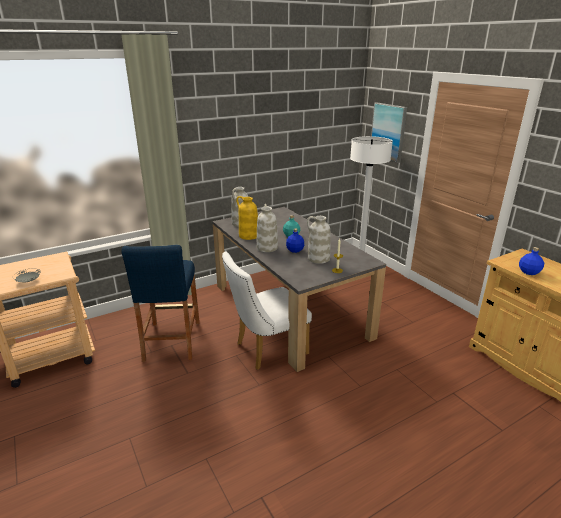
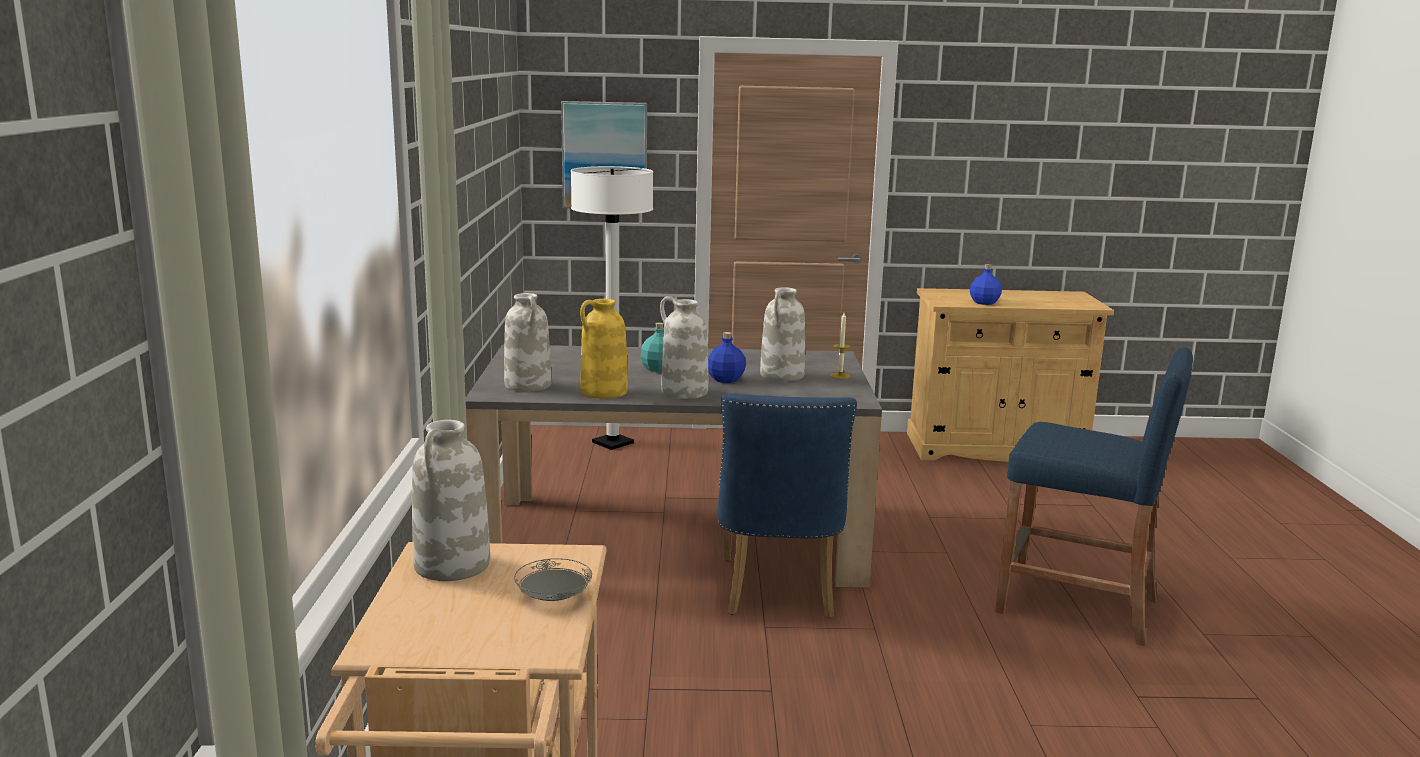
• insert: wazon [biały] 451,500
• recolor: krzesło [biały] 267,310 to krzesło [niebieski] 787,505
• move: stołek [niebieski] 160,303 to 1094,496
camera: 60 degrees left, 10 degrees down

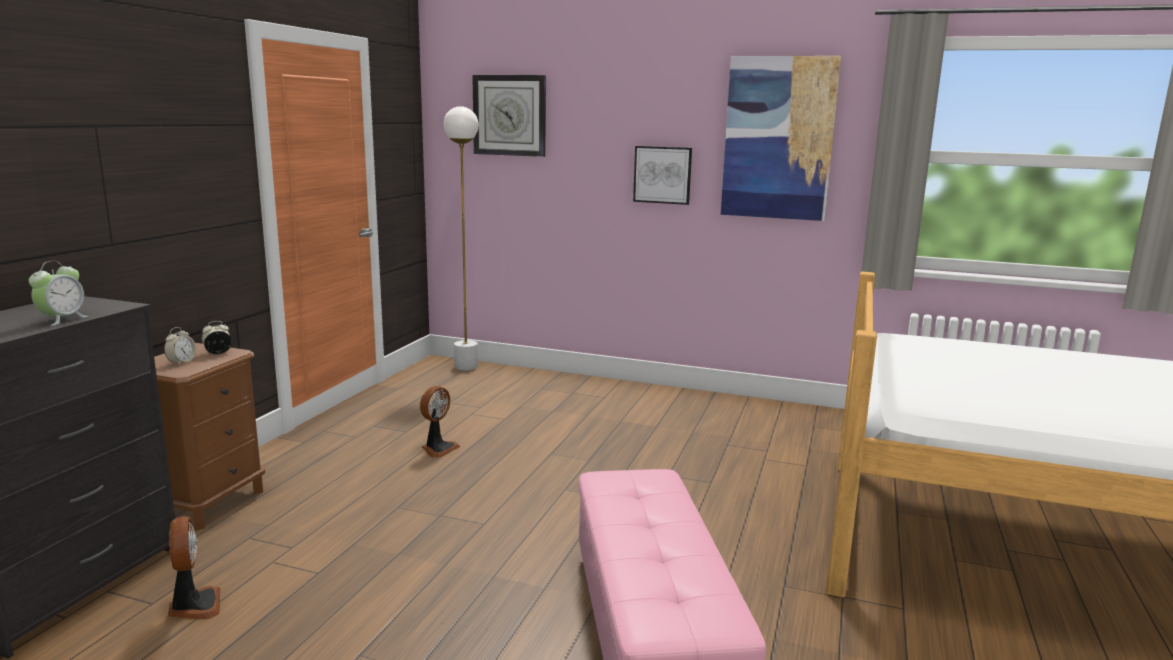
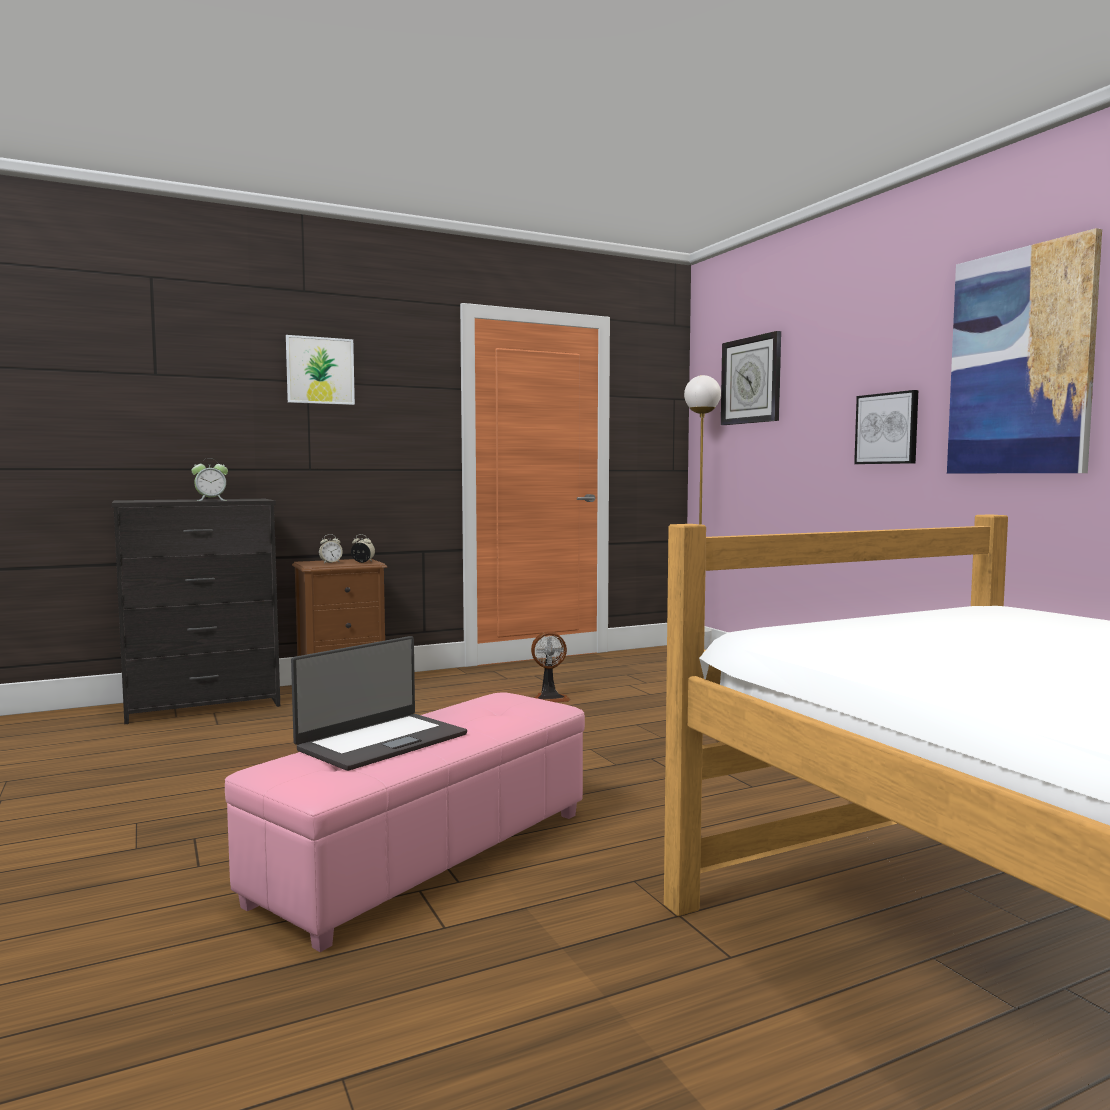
• insert: obraz 320,370
• insert: laptop 379,703
• delete: wentylator 194,568
camera: 45 degrees right, 10 degrees down

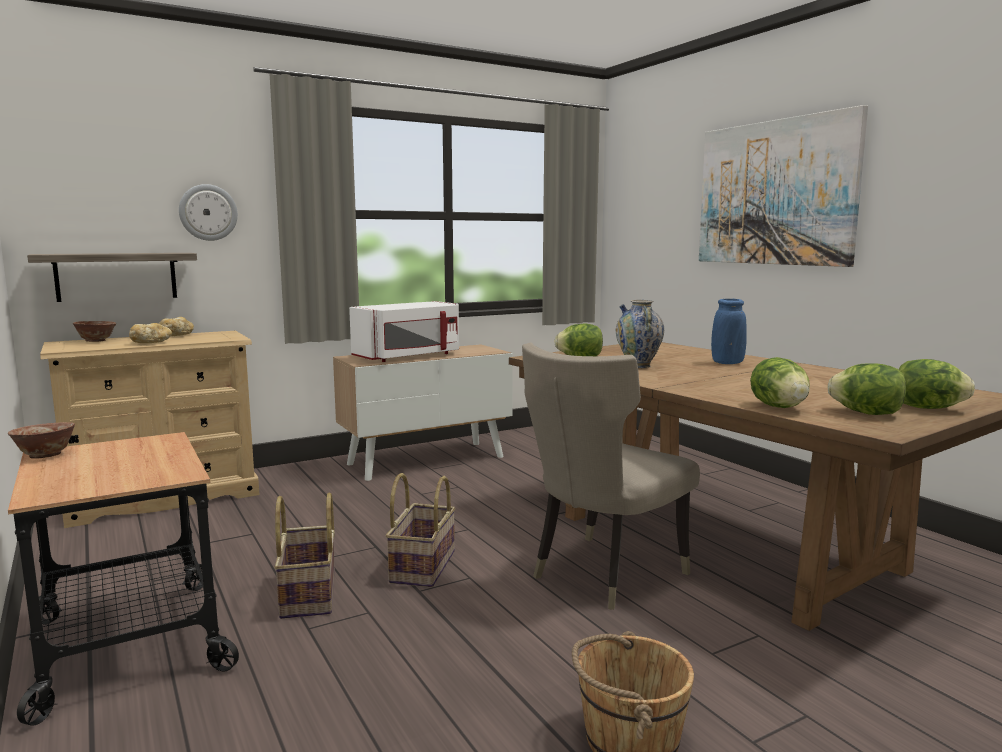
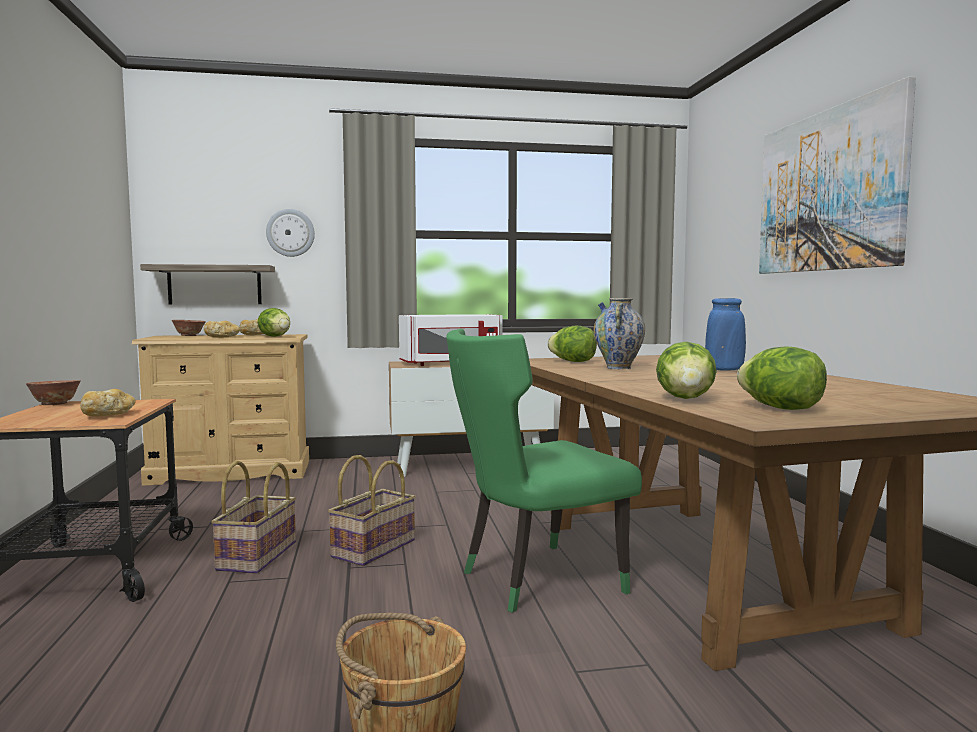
• insert: chleb 108,403
• move: sałata 937,384 to 274,322
• recolor: krzesło [beżowy] 611,476 to krzesło [zielony] 544,471
camera: 20 degrees right, 5 degrees down

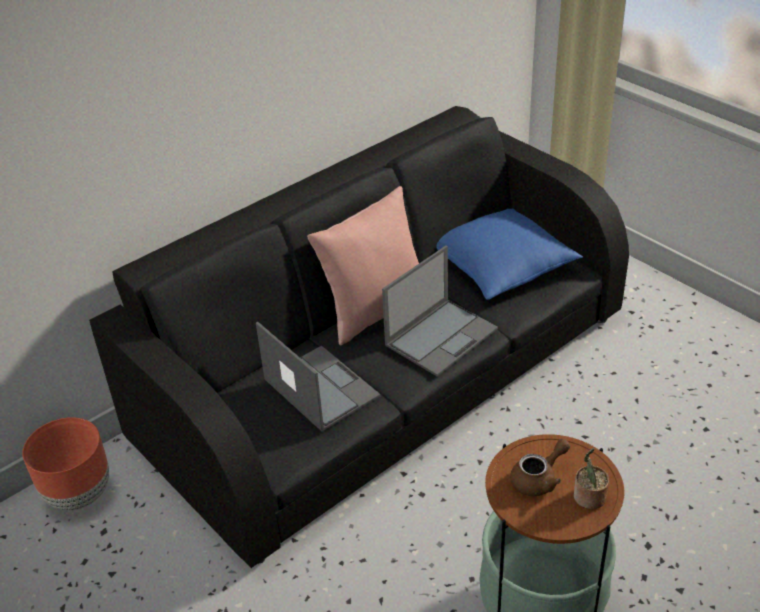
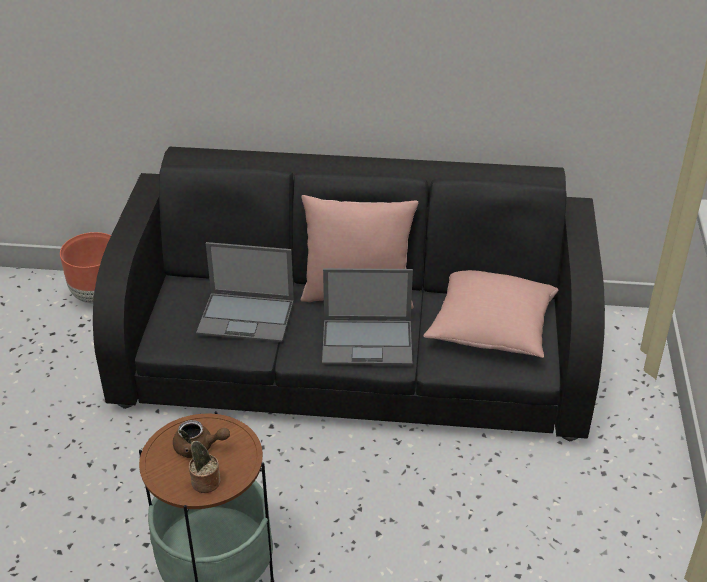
• rotate: laptop 318,377 = 245,292 90 degrees clockwise
• recolor: poduszka [niebieski] 509,254 to poduszka [różowy] 490,314
camera: 45 degrees right, 0 degrees up

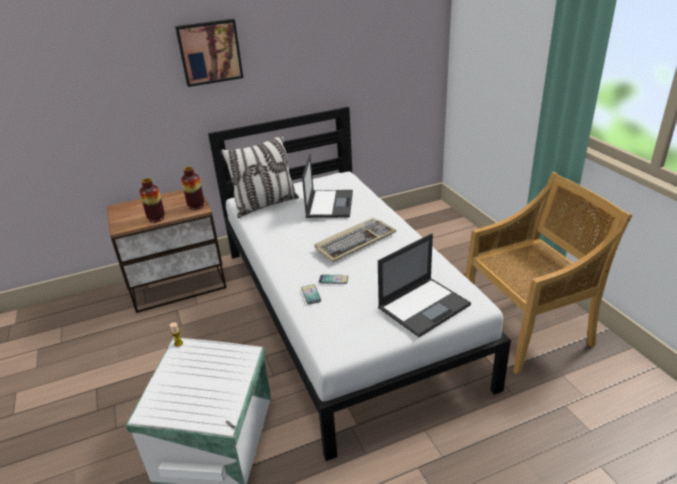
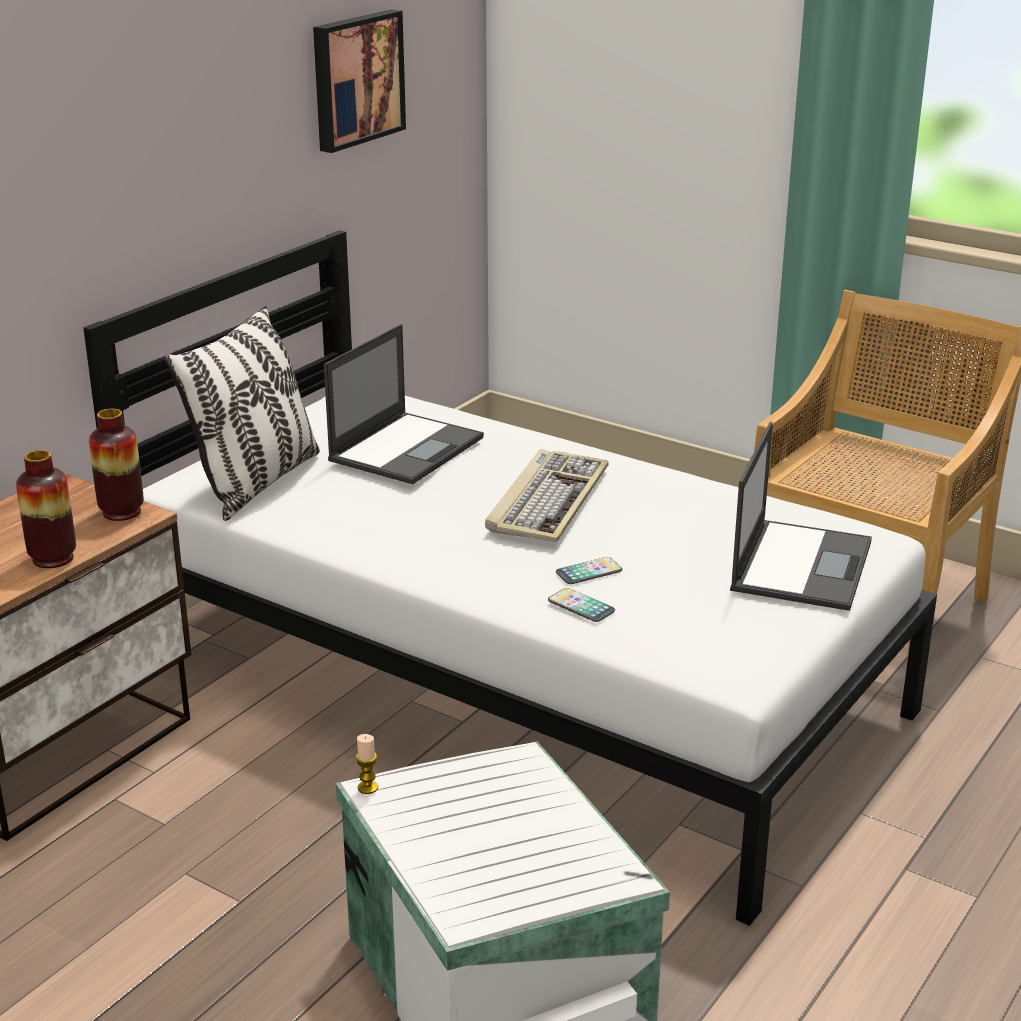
• move: obraz 209,53 to 359,81
• rotate: laptop 327,186 = 404,404 60 degrees clockwise
camera: 35 degrees left, 5 degrees down

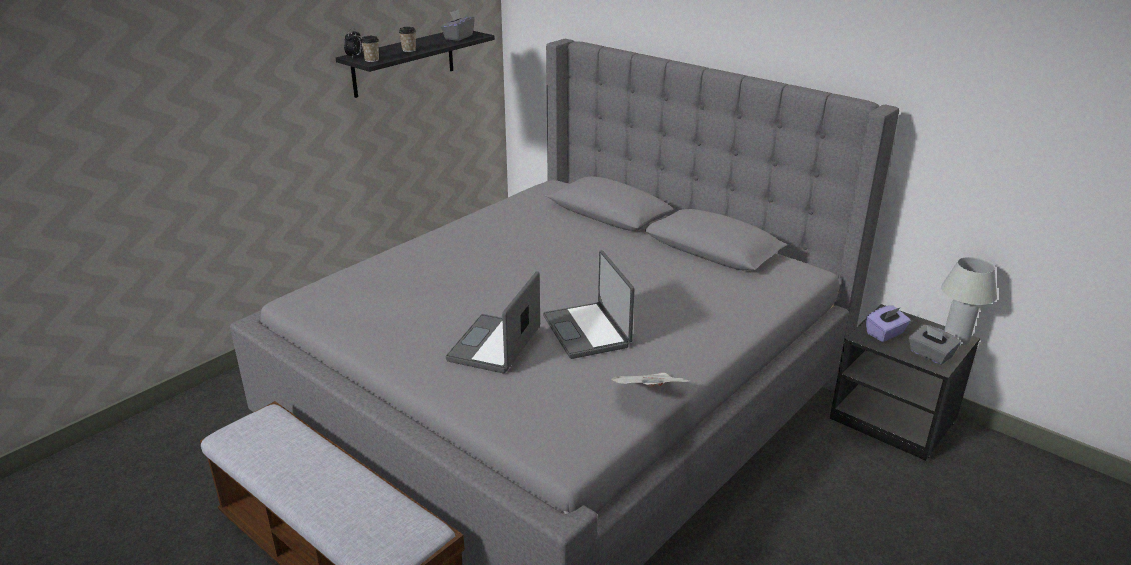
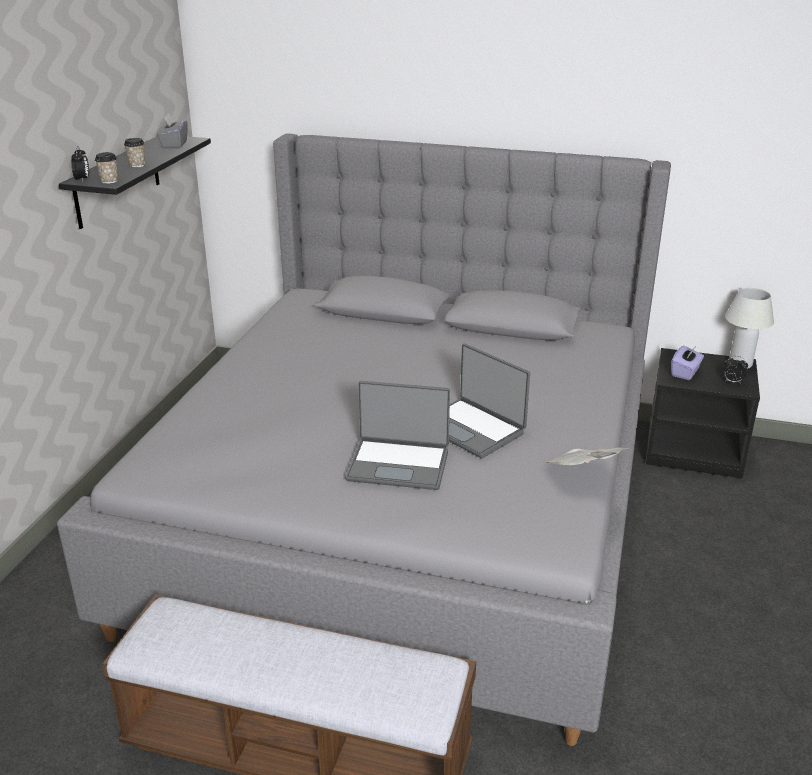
• rotate: laptop 493,322 = 397,435 75 degrees counterclockwise
• replace: pudełko chusteczek [szary] 935,344 to budzik 736,370
camera: 25 degrees left, 0 degrees up

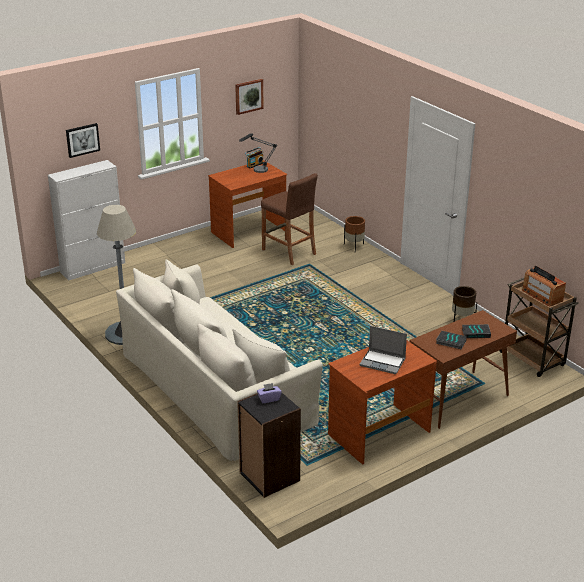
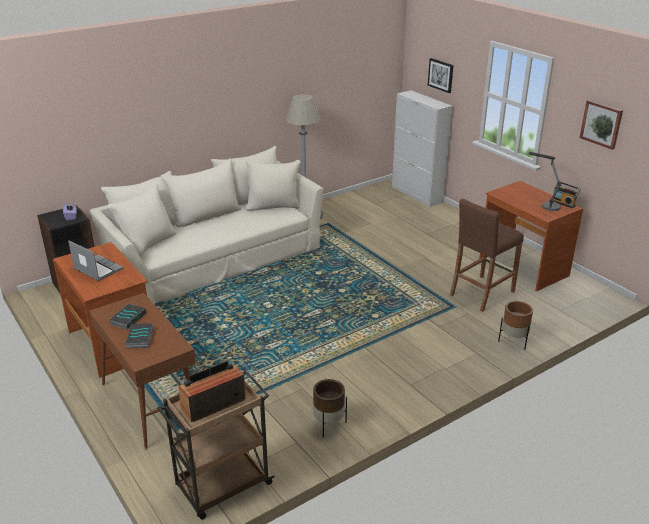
• rotate: laptop 383,350 = 95,260 105 degrees clockwise
camera: 90 degrees right, 0 degrees up

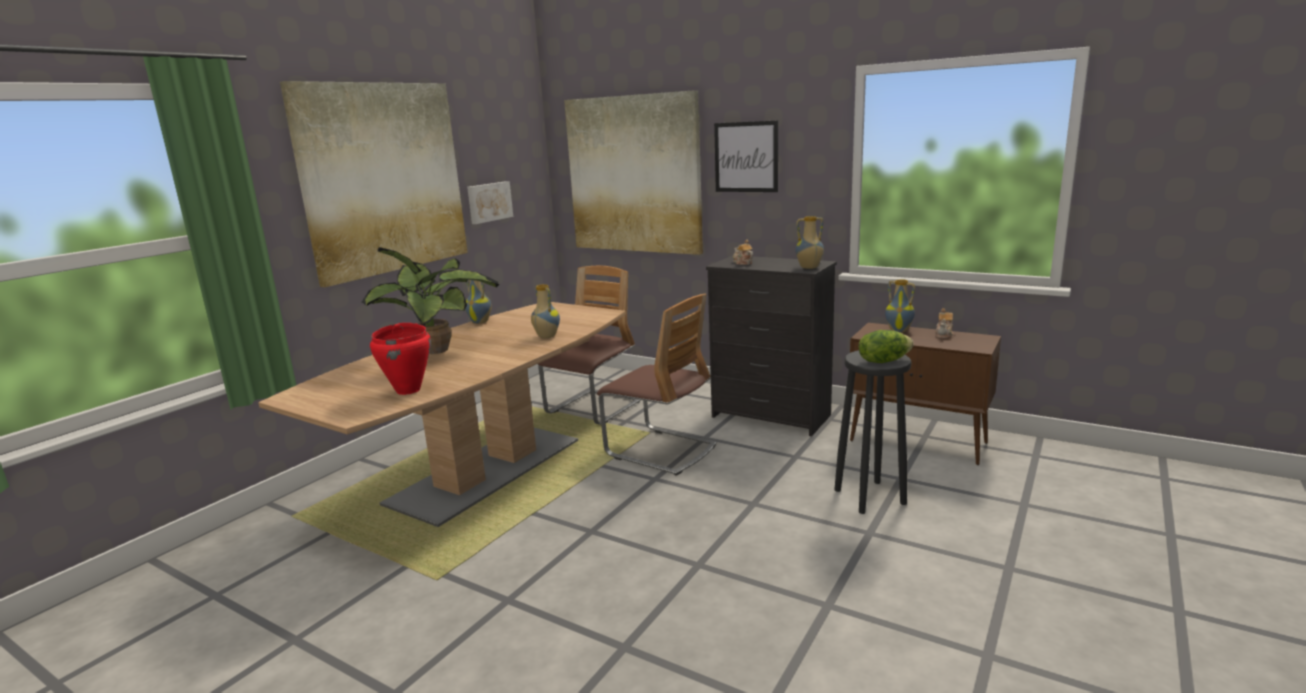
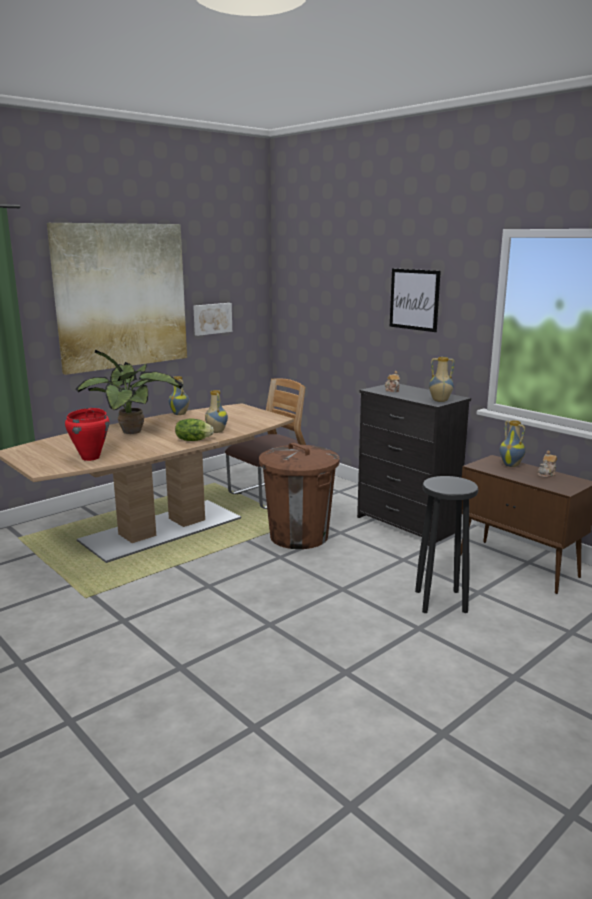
• move: sałata 886,346 to 194,429
• replace: krzesło 657,385 to kosz na śmieci [brązowy] 299,496
• delete: obraz 633,172
camera: 15 degrees right, 0 degrees up

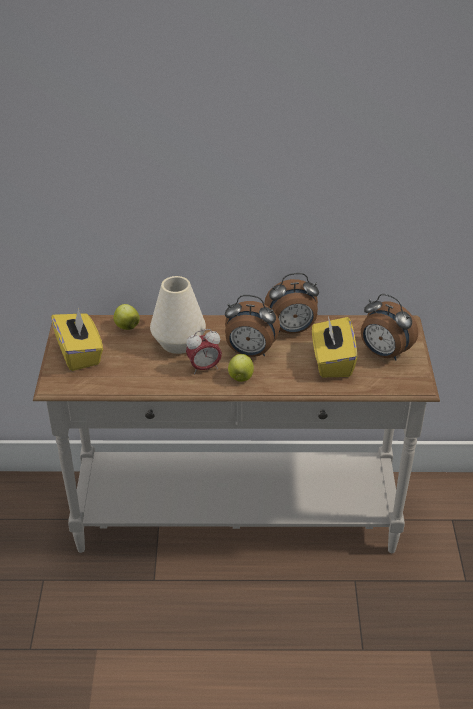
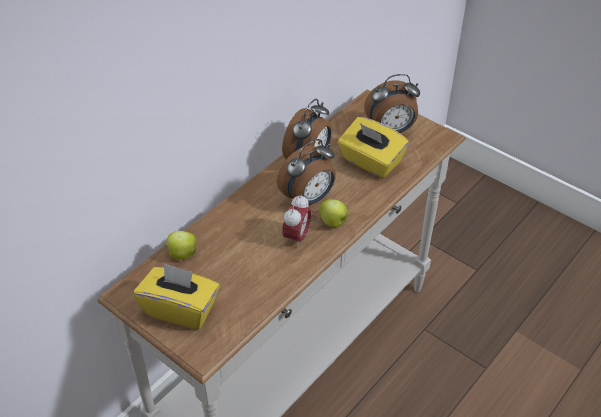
• delete: wazon [biały] 178,315
camera: 50 degrees left, 5 degrees up

